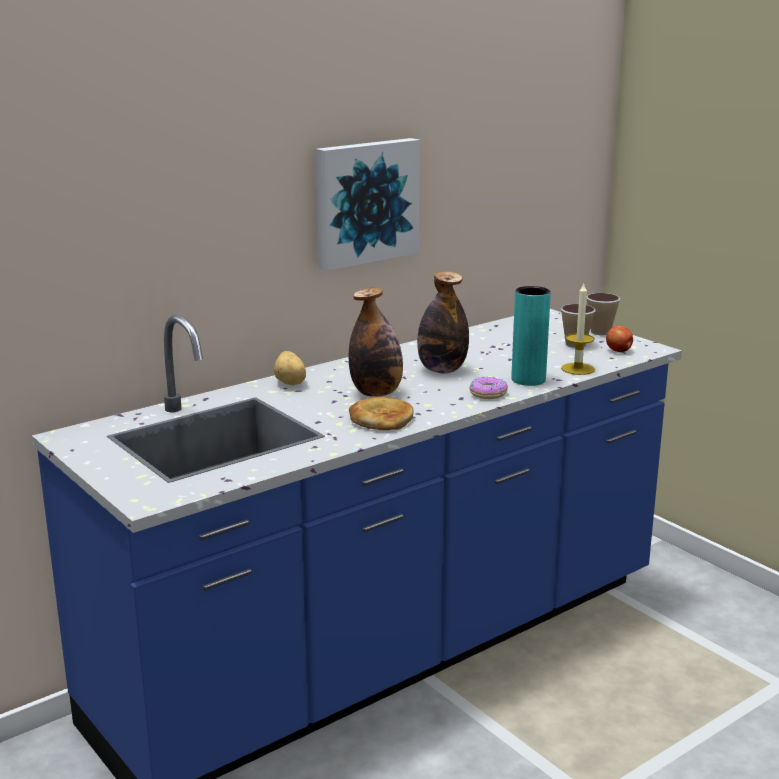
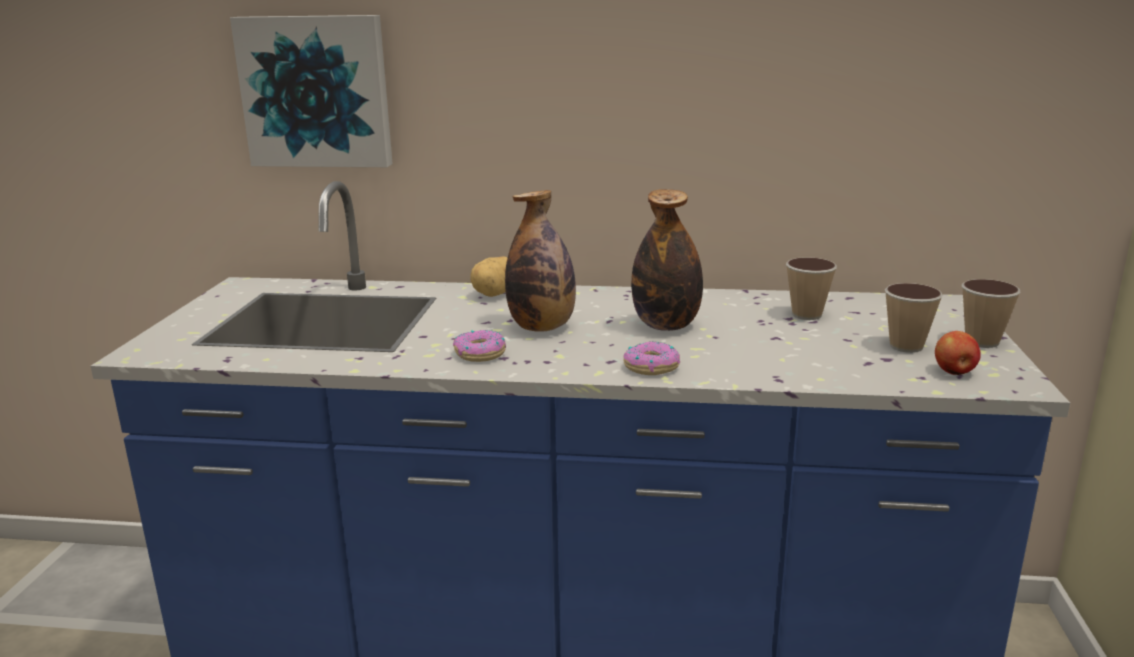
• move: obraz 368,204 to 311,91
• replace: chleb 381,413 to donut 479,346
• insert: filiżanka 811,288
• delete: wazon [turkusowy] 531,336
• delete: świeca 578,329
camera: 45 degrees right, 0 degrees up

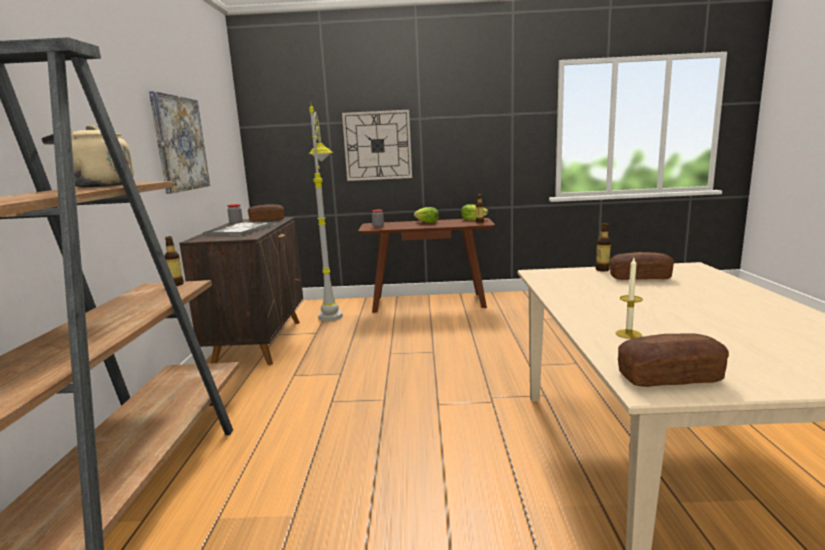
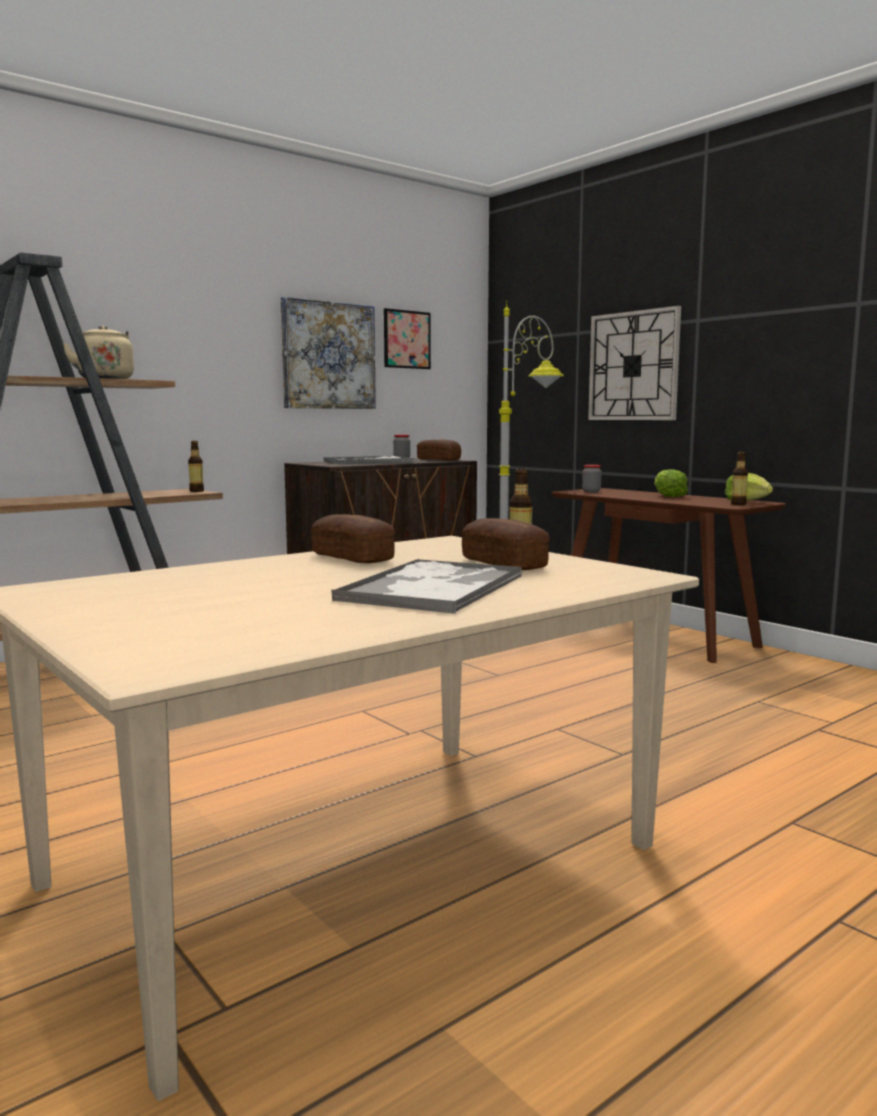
• move: chleb 673,360 to 353,538
• insert: taca 426,586
• insert: obraz 407,338
• delete: świeca 629,298
camera: 50 degrees right, 5 degrees down

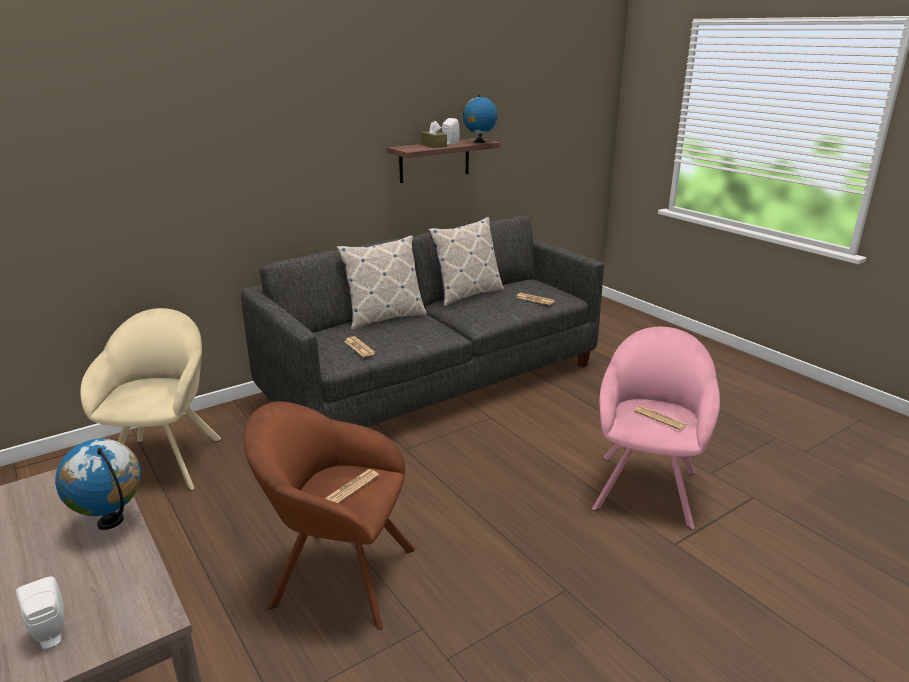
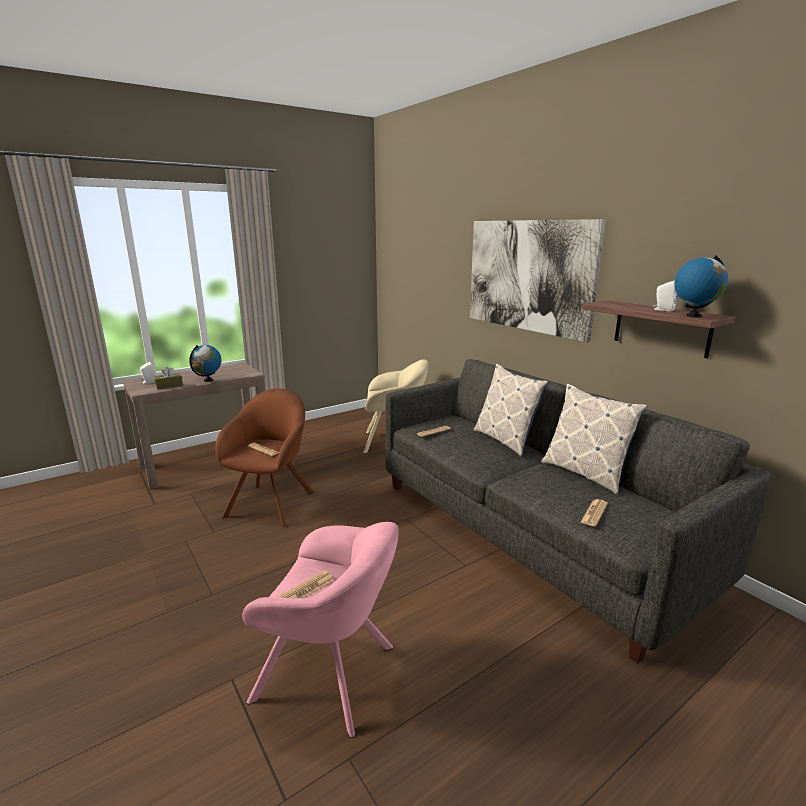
• move: pudełko chusteczek [brązowy] 434,134 to 169,378
• insert: obraz 538,280
camera: 90 degrees right, 5 degrees down

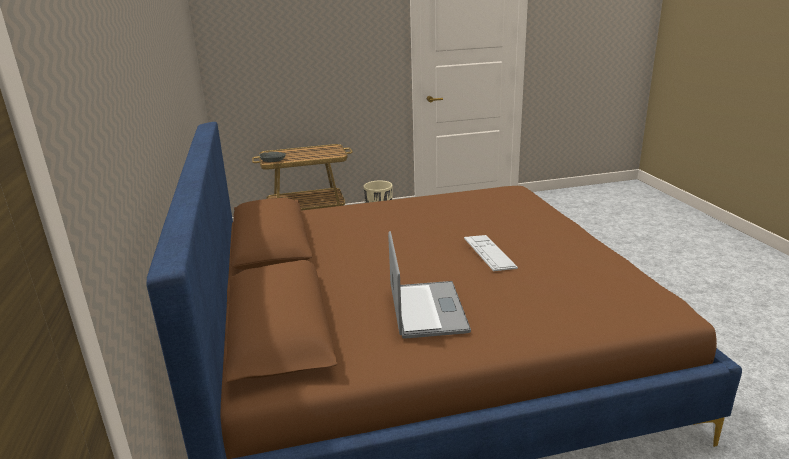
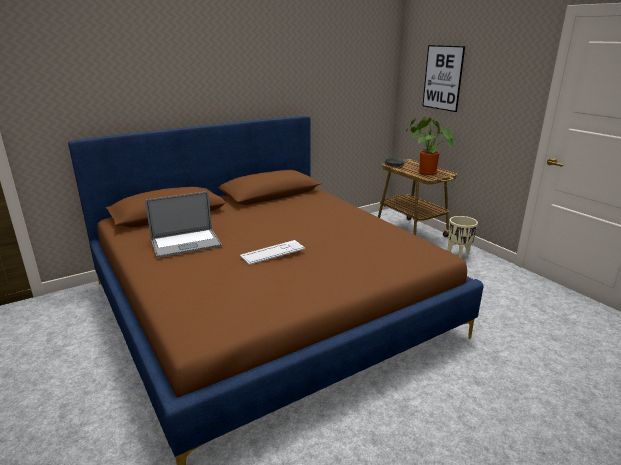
• insert: roślina doniczkowa 430,146
• insert: obraz 443,78
camera: 70 degrees right, 0 degrees up

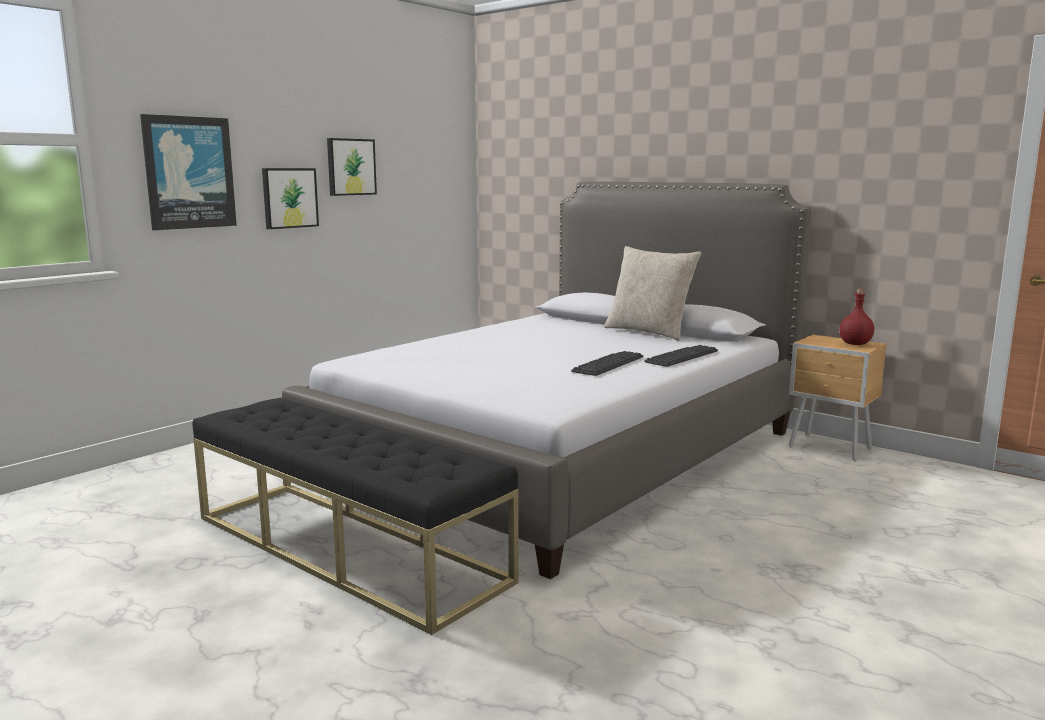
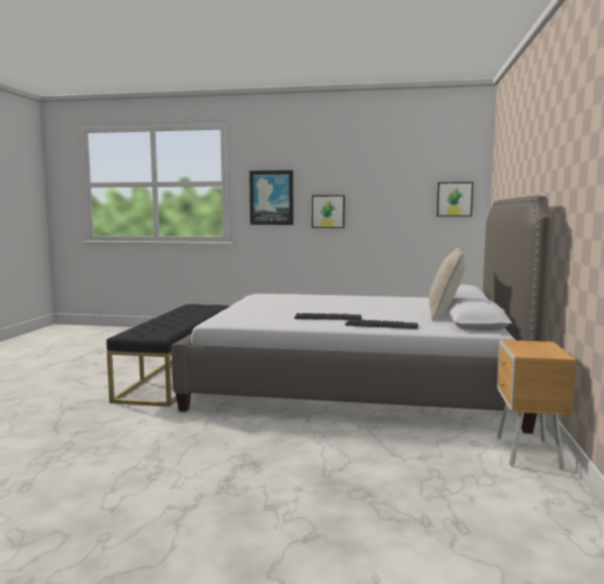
• move: obraz 352,167 to 455,199
• delete: butelka [czerwony] 856,317
camera: 60 degrees right, 5 degrees down

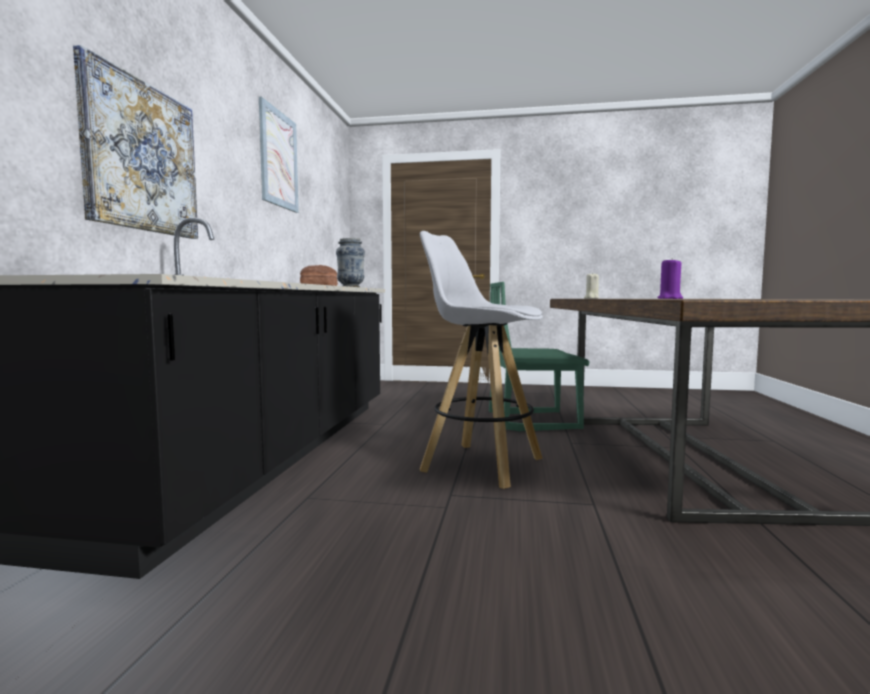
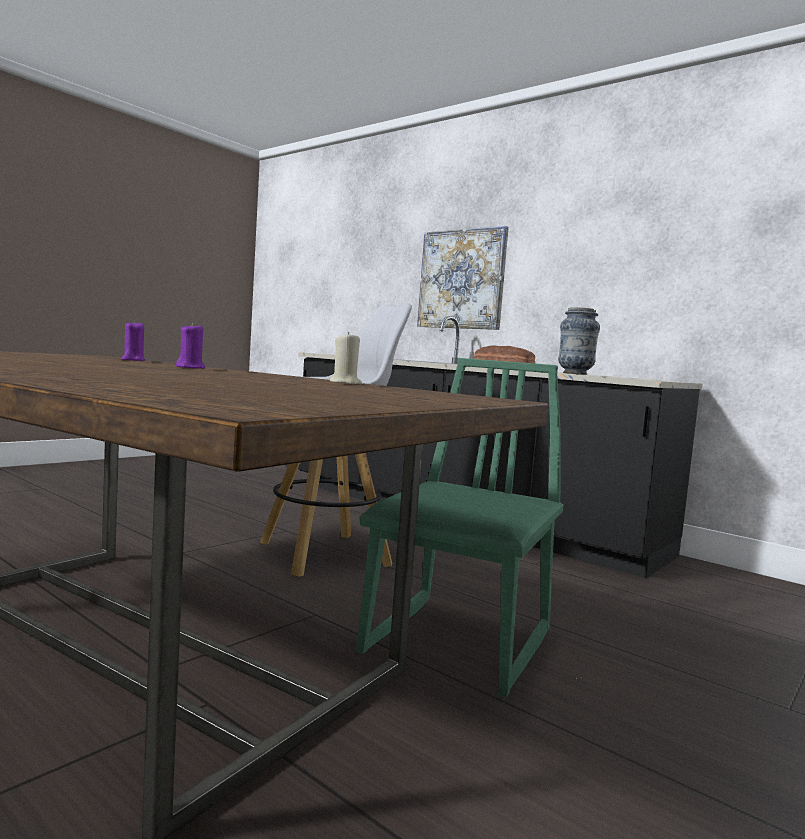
• insert: świeca [fioletowy] 190,346
• delete: obraz 279,155
camera: 120 degrees right, 0 degrees up

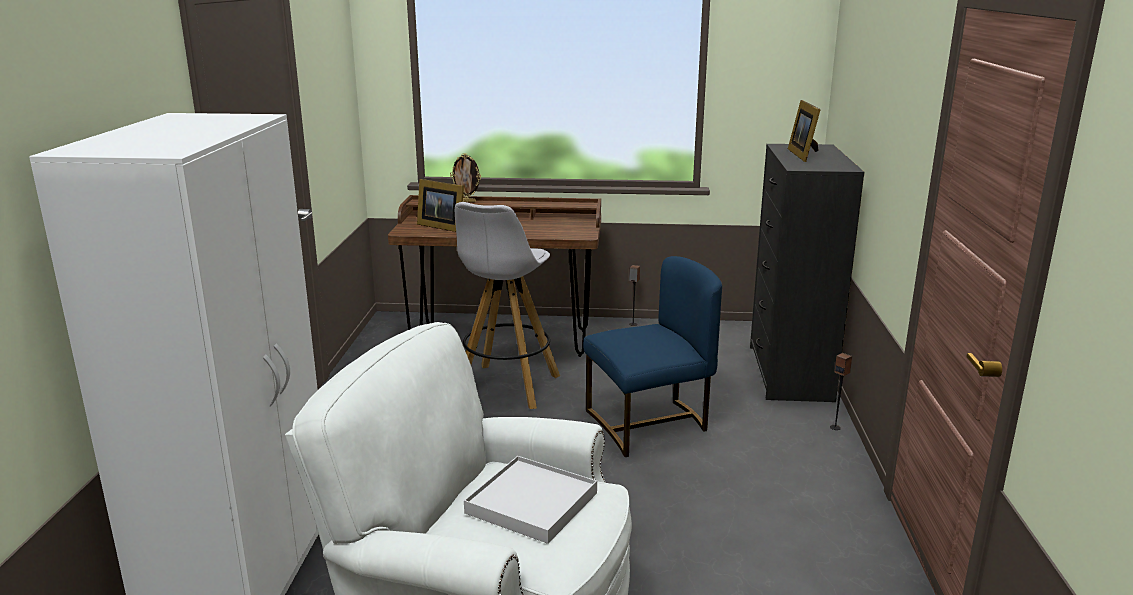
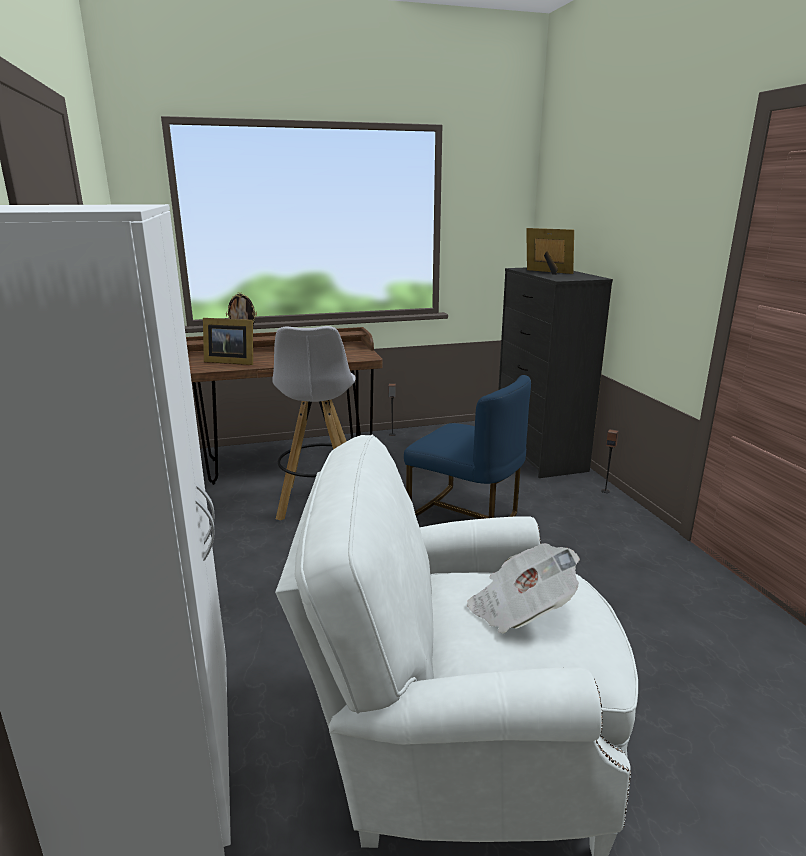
• rotate: krzesło [niebieski] 652,356 = 467,447 75 degrees clockwise
• replace: taca [biały] 530,500 to gazeta 523,588
• rotate: ramka na zdjęcie 804,131 = 550,251 150 degrees clockwise
camera: 20 degrees left, 0 degrees up

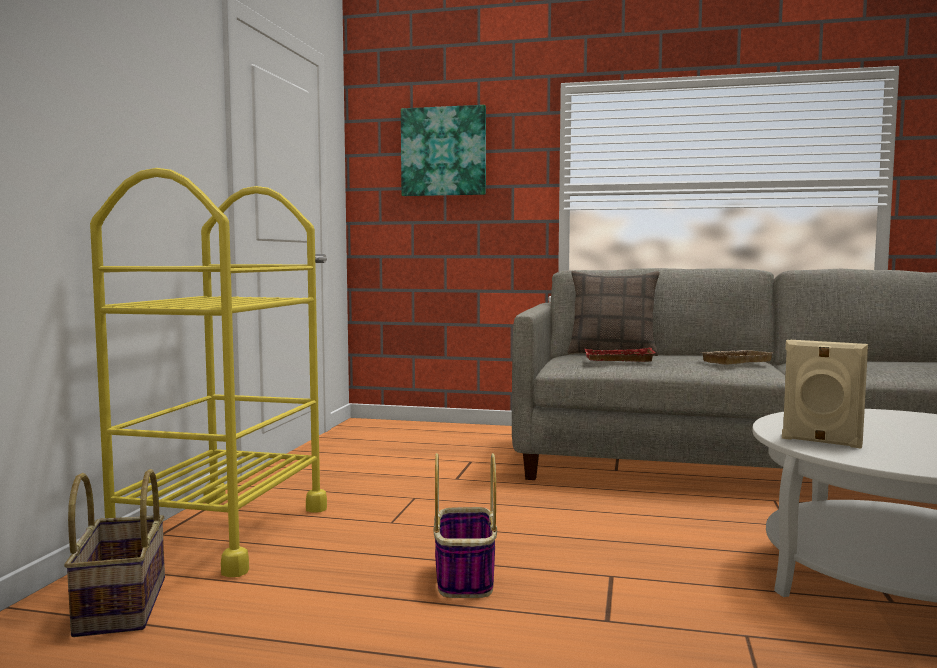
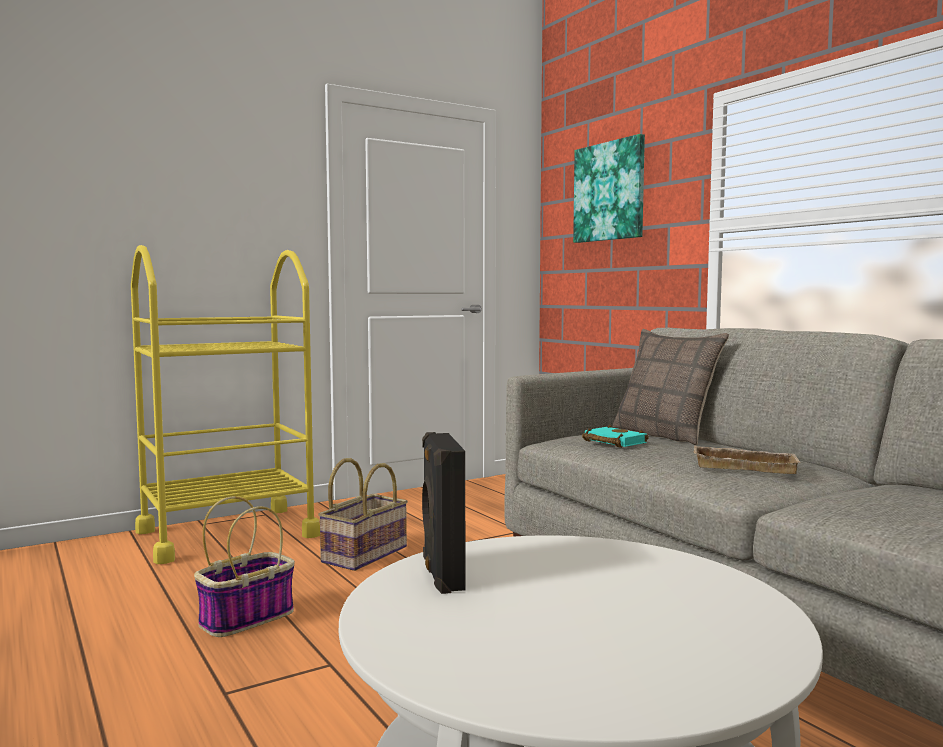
• move: koszyk 114,553 to 363,514
• recolor: głośnik [beżowy] 825,394 to głośnik [czarny] 443,513
• replace: taca [czerwony] 620,355 to książka [turkusowy] 615,436
camera: 45 degrees right, 0 degrees up

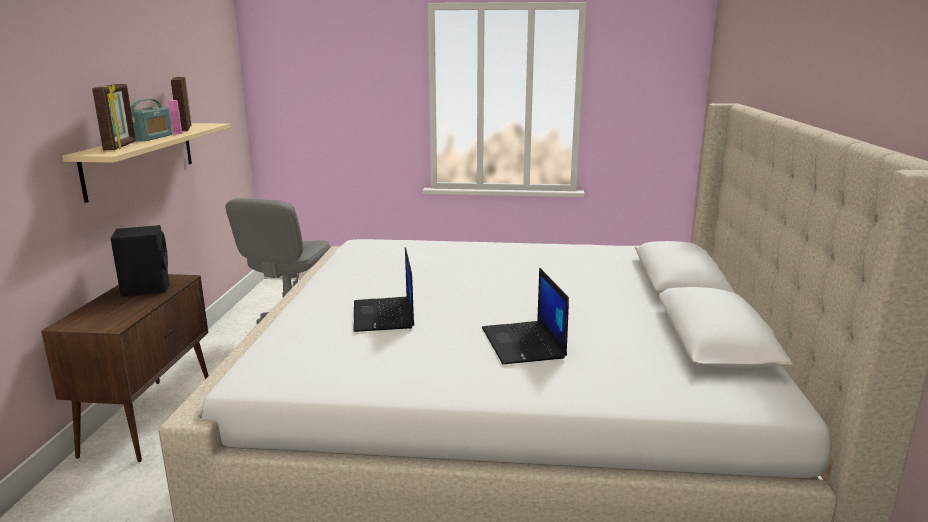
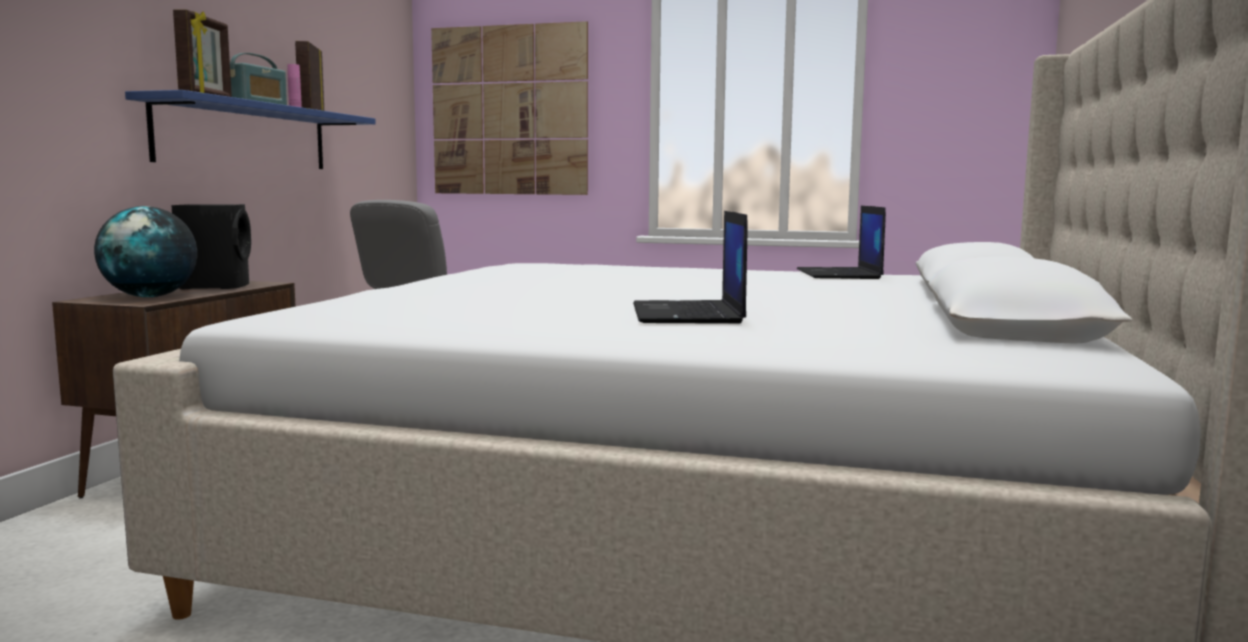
• insert: globus 145,251
• recolor: półka [beżowy] 146,163 to półka [niebieski] 250,129
• insert: obraz 509,108
• move: laptop 384,289 to 841,242
camera: 10 degrees right, 10 degrees down

